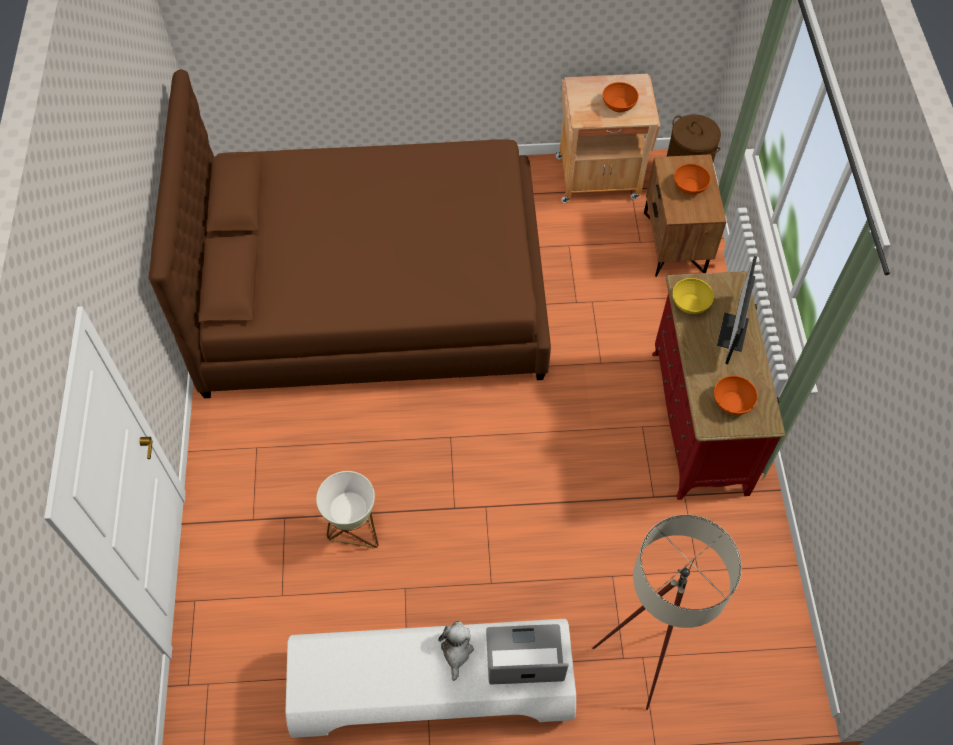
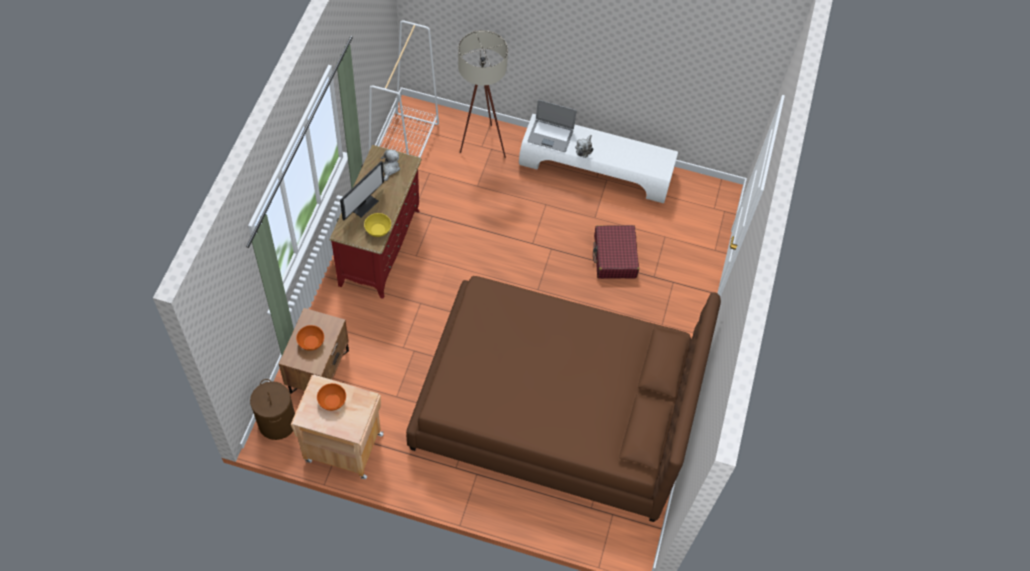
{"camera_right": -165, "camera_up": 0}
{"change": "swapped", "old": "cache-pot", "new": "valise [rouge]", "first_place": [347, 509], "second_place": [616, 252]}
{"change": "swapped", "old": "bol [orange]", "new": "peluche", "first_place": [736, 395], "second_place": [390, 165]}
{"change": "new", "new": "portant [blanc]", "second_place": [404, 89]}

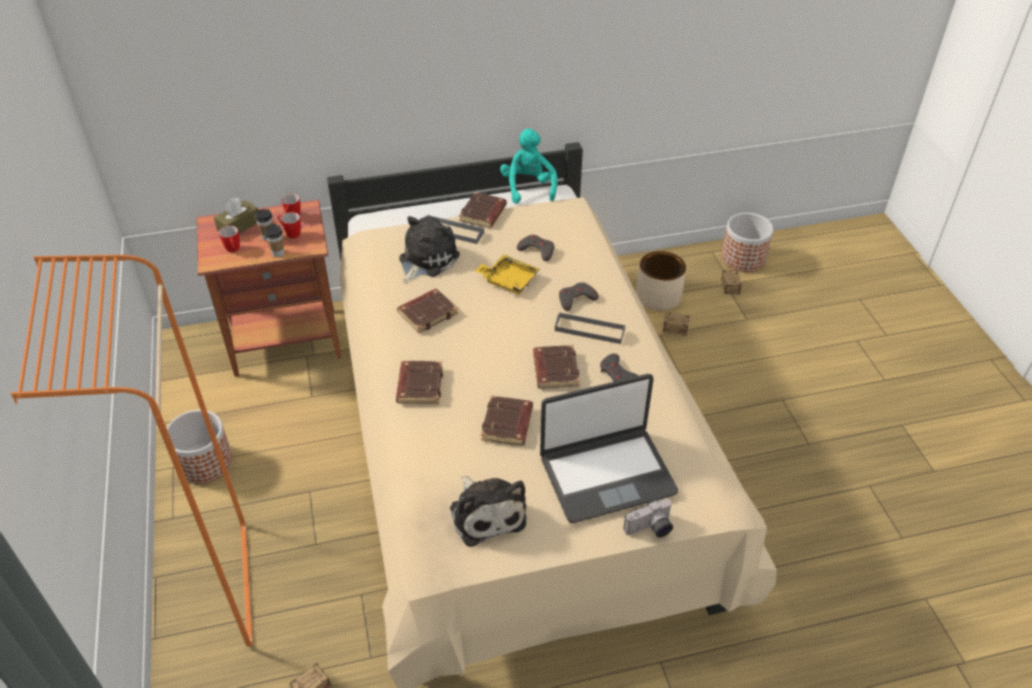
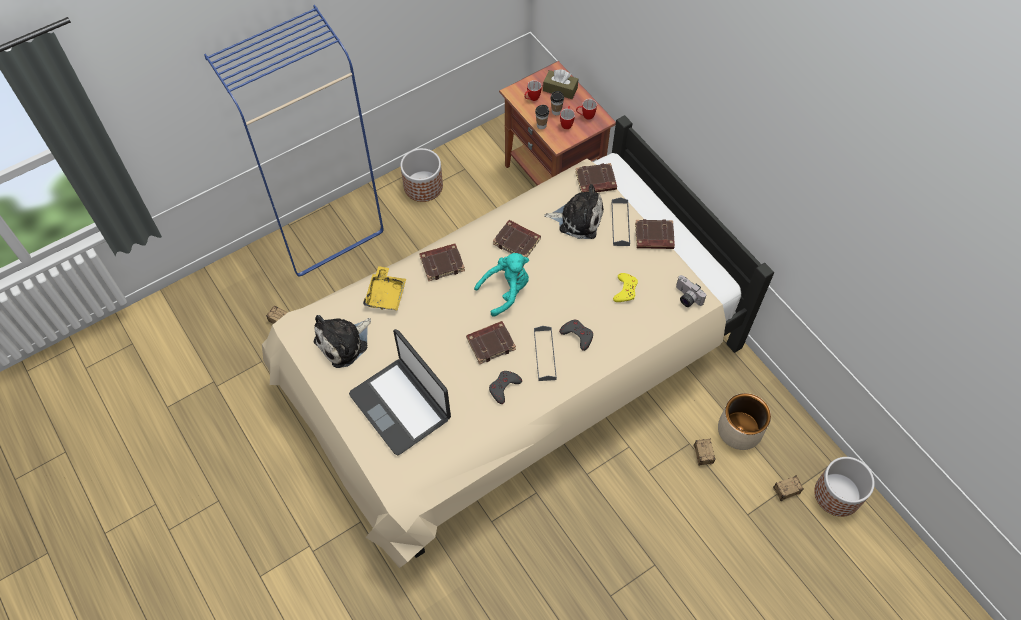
{"camera_right": 70, "camera_up": 15}
{"change": "repainted", "old": "portant [orange]", "new": "portant [bleu]", "first_place": [132, 451], "second_place": [294, 141]}
{"change": "shifted", "old": "plateau [jaune]", "first_place": [507, 274], "second_place": [384, 288]}
{"change": "shifted", "old": "livre [marron]", "first_place": [507, 420], "second_place": [596, 178]}
{"change": "shifted", "old": "peluche [turquoise]", "first_place": [529, 166], "second_place": [501, 285]}
{"change": "repainted", "old": "manette [gris]", "new": "manette [jaune]", "first_place": [535, 248], "second_place": [625, 287]}
{"change": "shifted", "old": "appareil photo", "first_place": [648, 518], "second_place": [691, 291]}

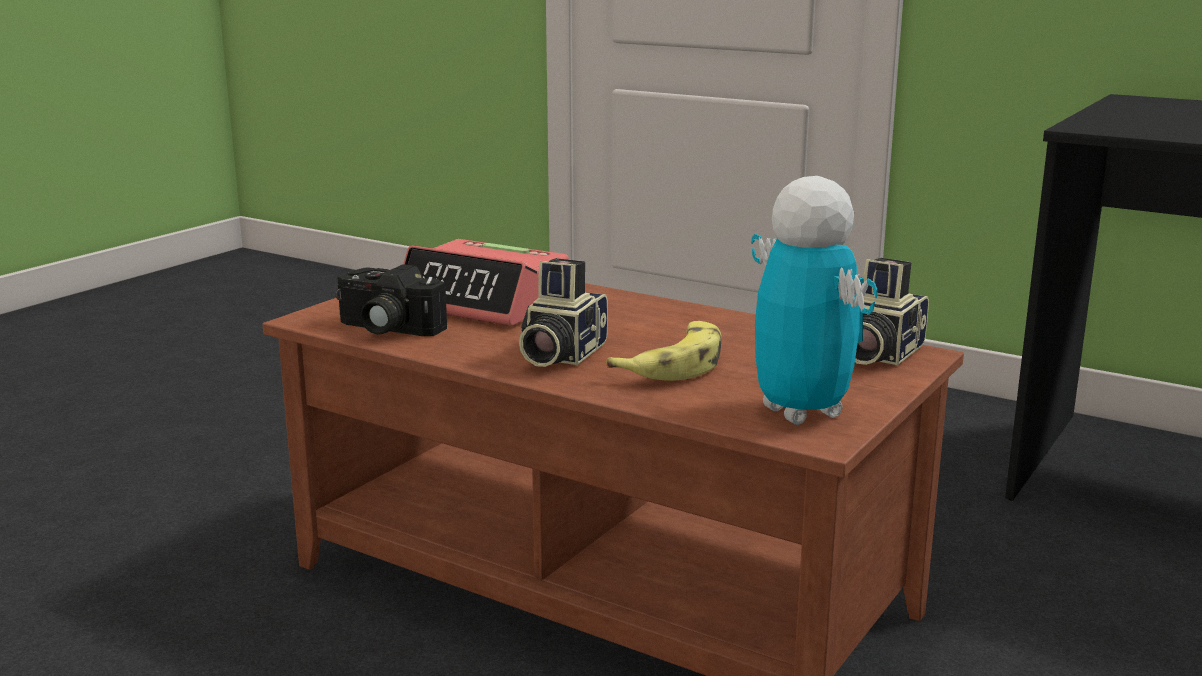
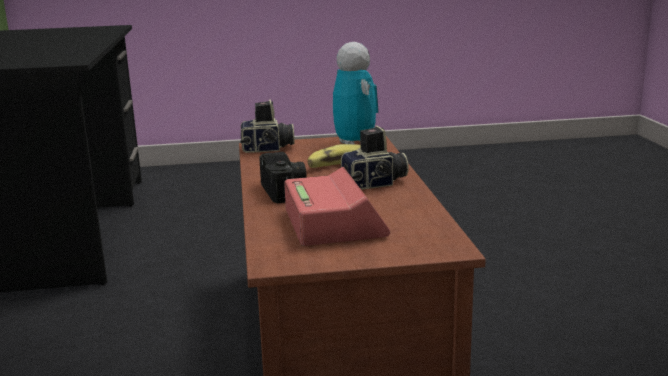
{"camera_right": -130, "camera_up": 0}
{"change": "shifted", "old": "appareil photo", "first_place": [391, 300], "second_place": [283, 177]}
{"change": "rotated", "old": "robot jouet", "first_place": [814, 300], "second_place": [356, 93], "degrees": 135}

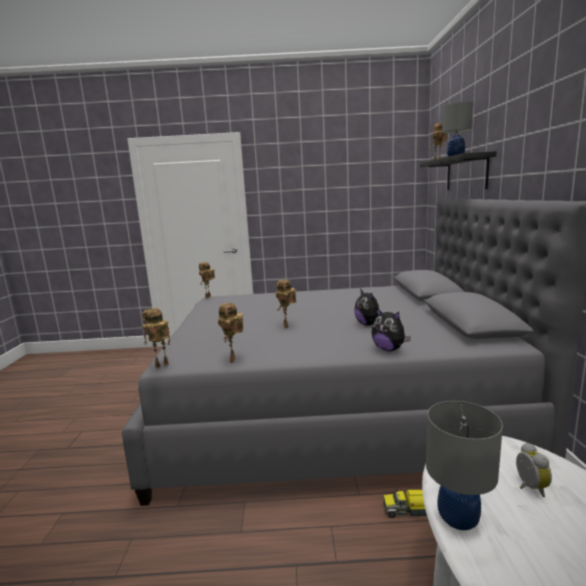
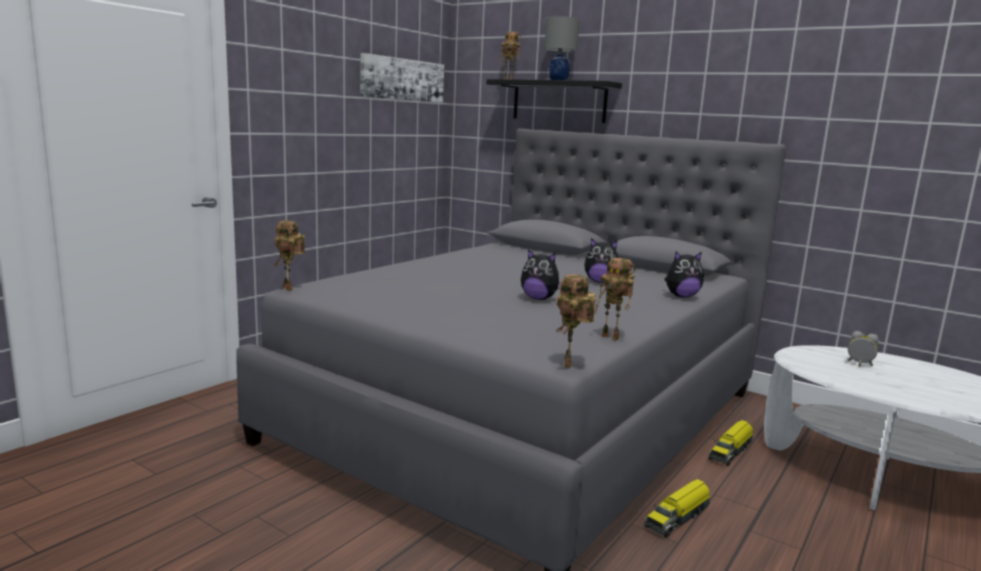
{"camera_right": -55, "camera_up": 0}
{"change": "swapped", "old": "robot jouet", "new": "peluche", "first_place": [286, 304], "second_place": [541, 274]}
{"change": "gone", "old": "lampe de table [gris]", "first_place": [464, 465]}
{"change": "new", "new": "tableau", "second_place": [402, 78]}
{"change": "new", "new": "camion jouet", "second_place": [677, 508]}

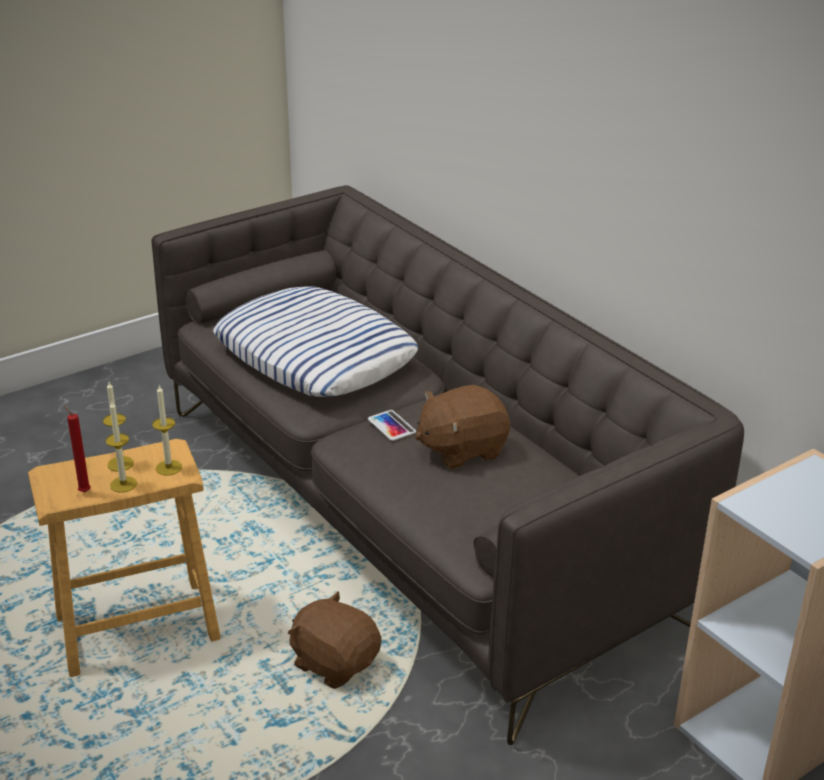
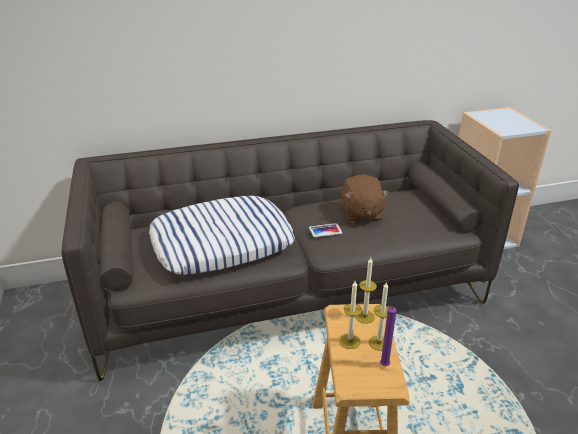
{"camera_right": -70, "camera_up": 0}
{"change": "repainted", "old": "bougie [rouge]", "new": "bougie [violet]", "first_place": [77, 448], "second_place": [388, 336]}
{"change": "gone", "old": "peluche [marron]", "first_place": [334, 640]}

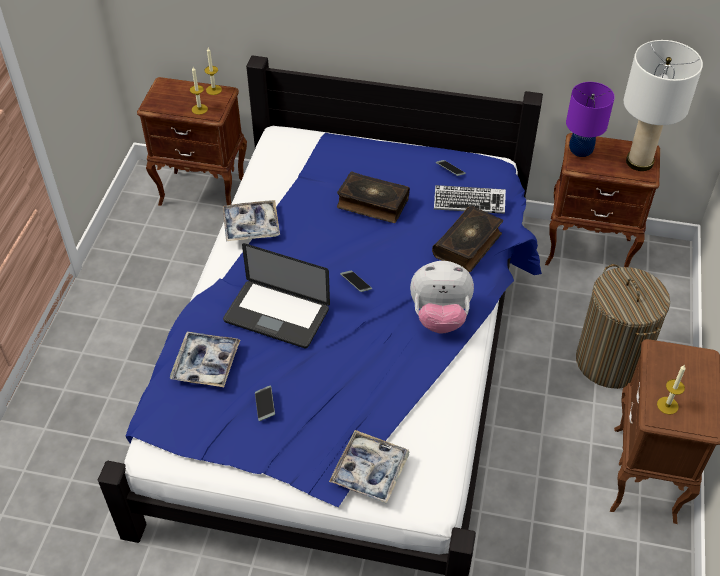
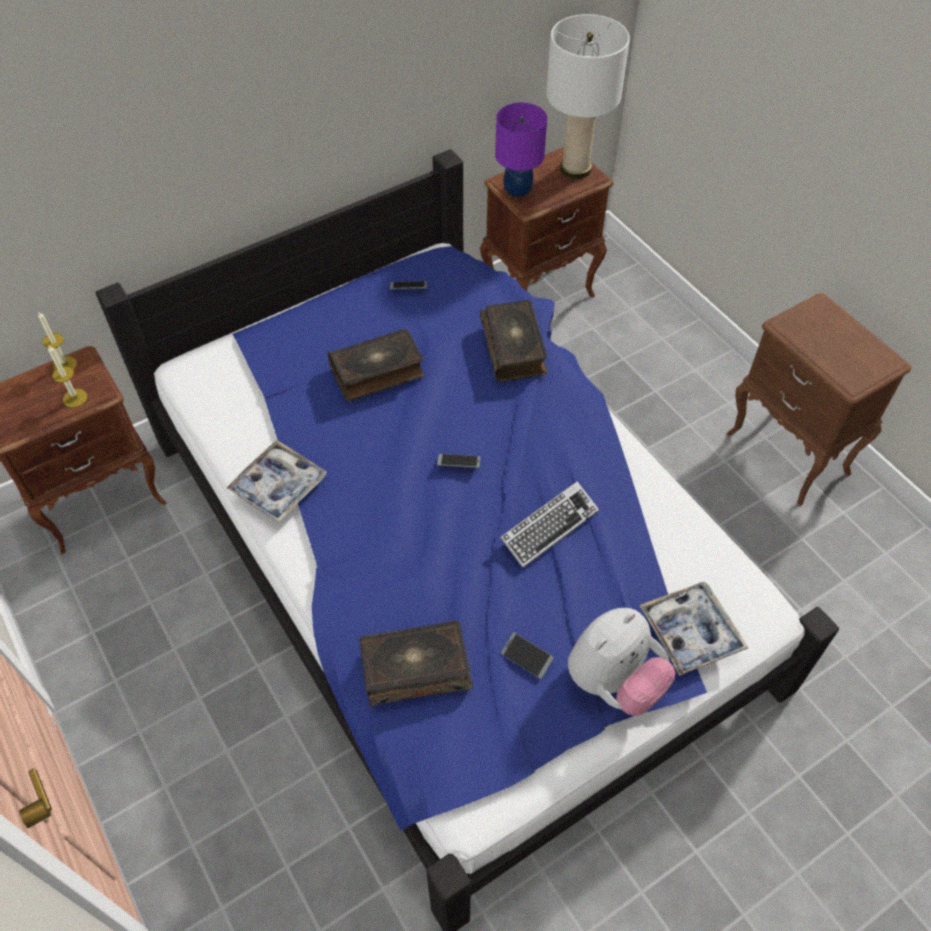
{"camera_right": -45, "camera_up": 5}
{"change": "swapped", "old": "plateau", "new": "livre", "first_place": [205, 359], "second_place": [415, 663]}
{"change": "gone", "old": "ordinateur portable", "first_place": [276, 295]}
{"change": "shifted", "old": "peluche", "first_place": [442, 297], "second_place": [621, 662]}
{"change": "shifted", "old": "clavier", "first_place": [470, 199], "second_place": [549, 524]}
{"change": "gone", "old": "panier à linge", "first_place": [623, 326]}
{"change": "gone", "old": "bougie", "first_place": [671, 389]}

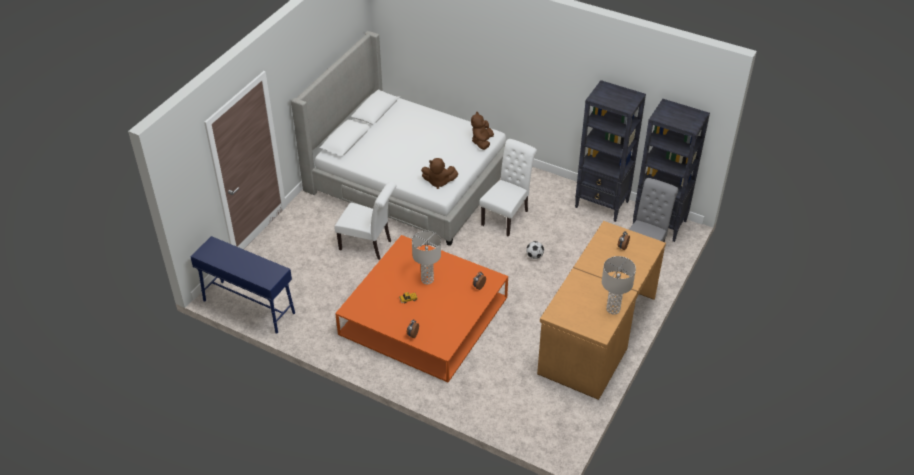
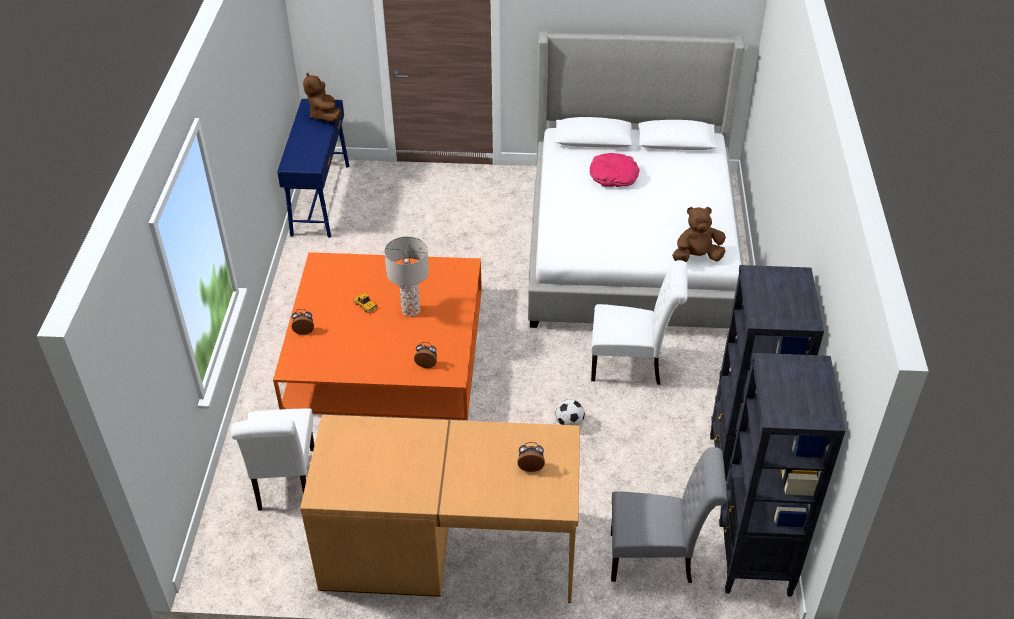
{"camera_right": 65, "camera_up": 0}
{"change": "shifted", "old": "chaise [blanc]", "first_place": [365, 221], "second_place": [273, 460]}
{"change": "shifted", "old": "peluche [marron]", "first_place": [440, 173], "second_place": [322, 97]}
{"change": "gone", "old": "lampe de table [blanc]", "first_place": [619, 285]}
{"change": "new", "new": "coussin [rose]", "second_place": [615, 170]}

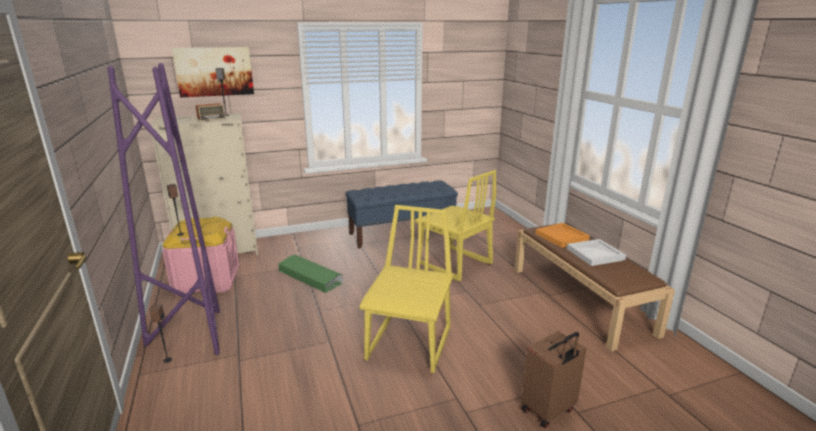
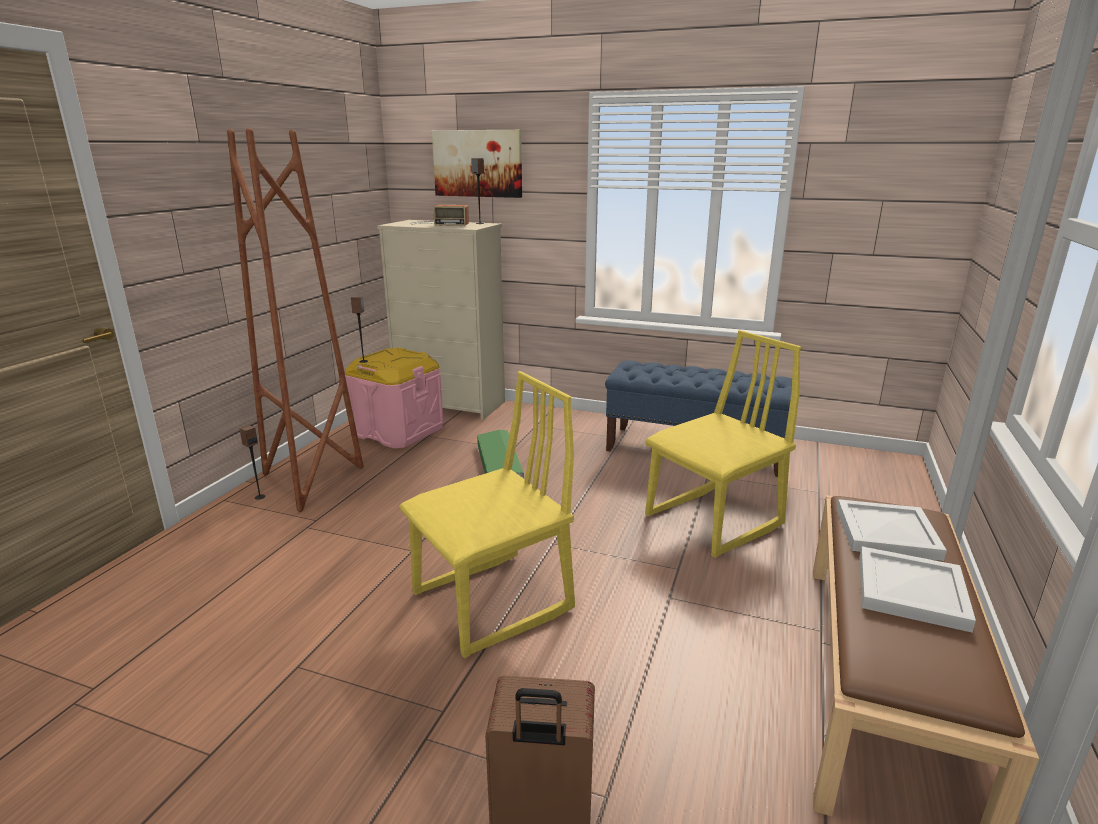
{"camera_right": 40, "camera_up": 0}
{"change": "repainted", "old": "portant [violet]", "new": "portant [marron]", "first_place": [164, 209], "second_place": [295, 320]}
{"change": "rotated", "old": "chaise [jaune]", "first_place": [455, 225], "second_place": [723, 444], "degrees": -120}
{"change": "repainted", "old": "plateau [orange]", "new": "plateau [blanc]", "first_place": [562, 235], "second_place": [892, 530]}

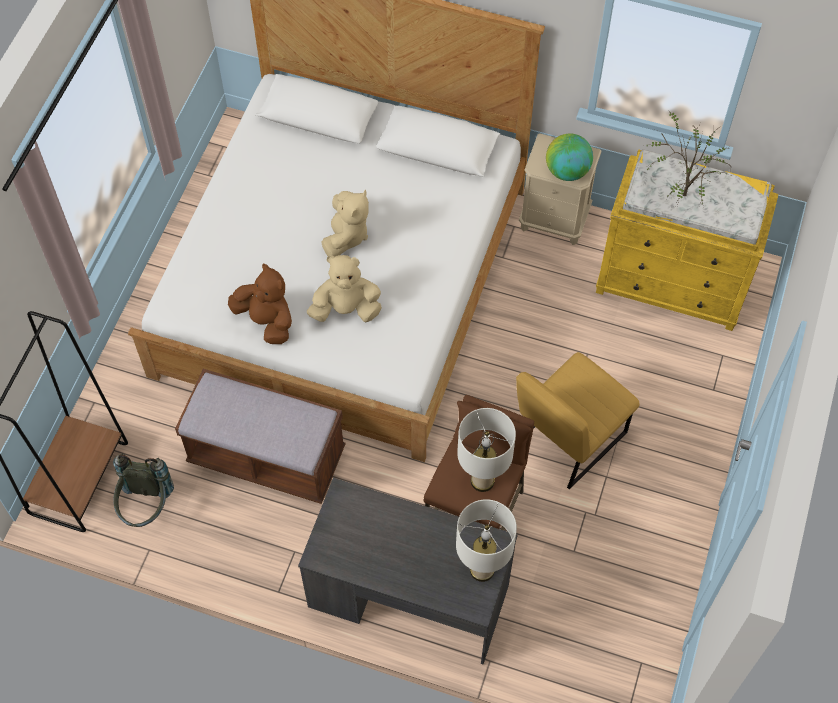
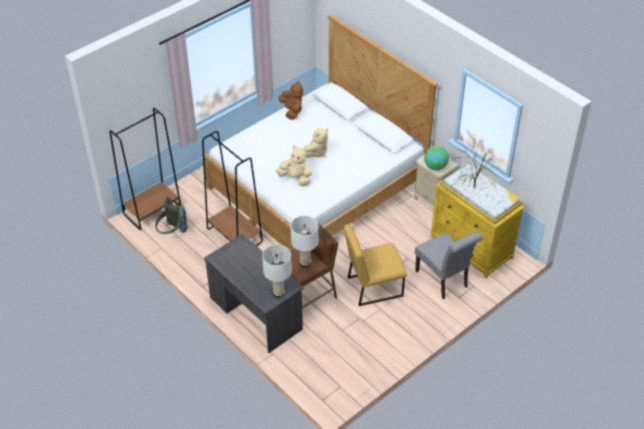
{"camera_right": 30, "camera_up": -15}
{"change": "swapped", "old": "banc [marron]", "new": "portant", "first_place": [260, 436], "second_place": [232, 188]}
{"change": "shifted", "old": "peluche [marron]", "first_place": [260, 303], "second_place": [291, 100]}
{"change": "new", "new": "chaise [gris]", "second_place": [449, 265]}

